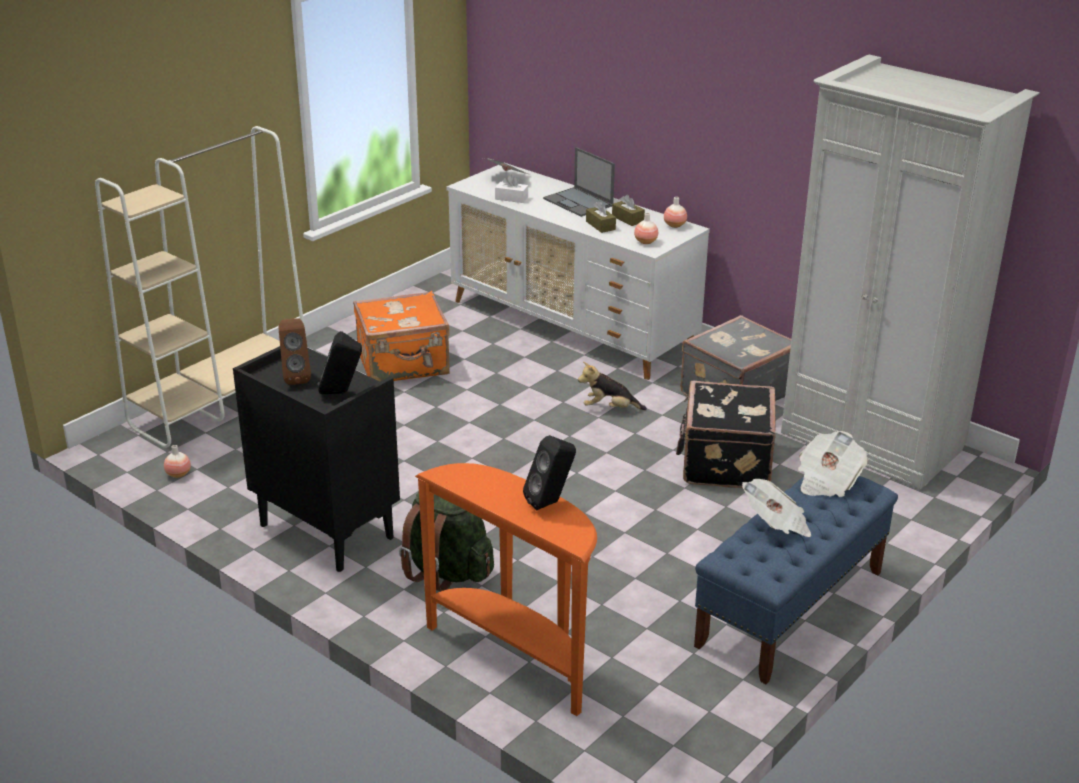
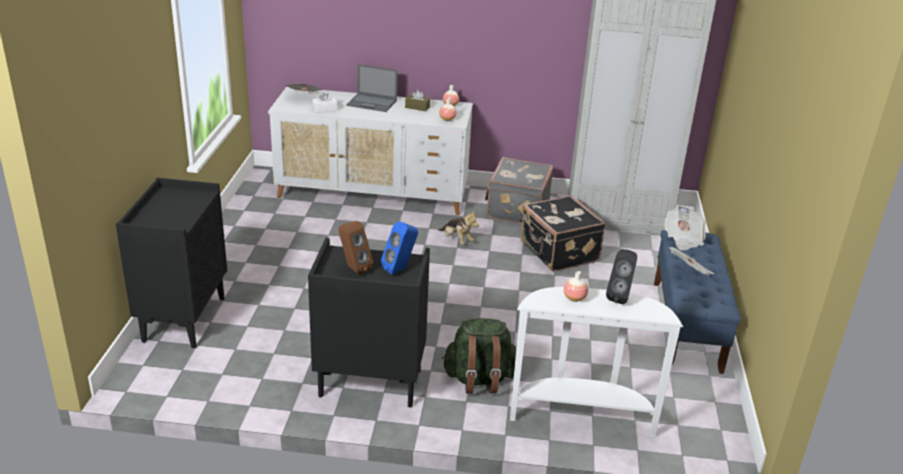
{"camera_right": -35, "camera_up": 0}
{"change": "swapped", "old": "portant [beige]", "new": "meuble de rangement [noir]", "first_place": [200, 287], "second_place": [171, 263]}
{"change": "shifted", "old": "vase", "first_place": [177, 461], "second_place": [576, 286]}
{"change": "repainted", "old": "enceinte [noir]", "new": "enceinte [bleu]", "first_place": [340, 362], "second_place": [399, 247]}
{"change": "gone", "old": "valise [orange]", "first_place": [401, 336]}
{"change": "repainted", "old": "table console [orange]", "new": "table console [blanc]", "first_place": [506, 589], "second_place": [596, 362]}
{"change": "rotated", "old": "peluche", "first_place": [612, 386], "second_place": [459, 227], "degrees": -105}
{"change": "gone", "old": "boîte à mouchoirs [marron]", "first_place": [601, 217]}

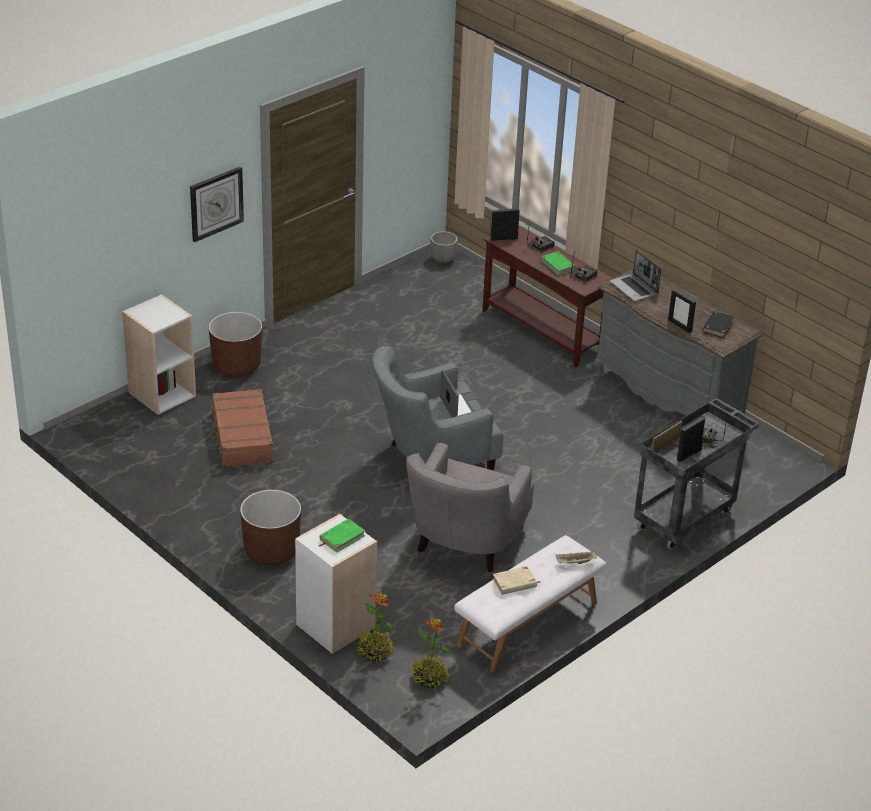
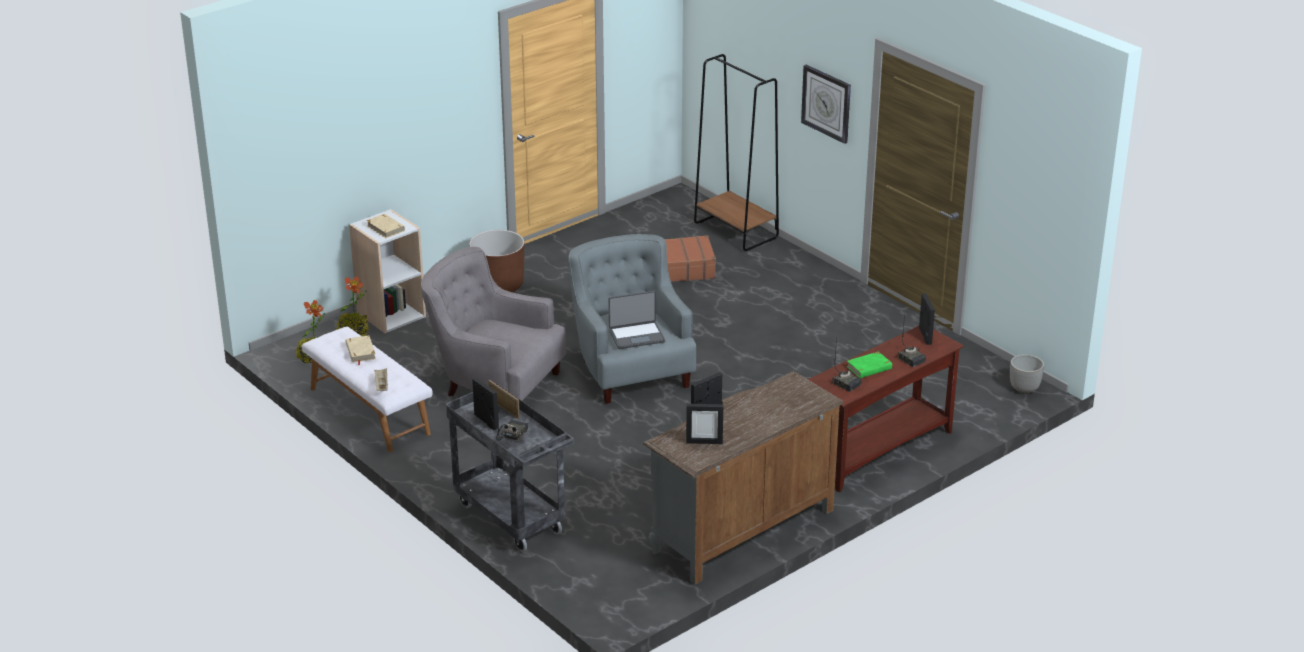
{"camera_right": 95, "camera_up": -5}
{"change": "swapped", "old": "bibliothèque", "new": "portant", "first_place": [159, 354], "second_place": [736, 152]}
{"change": "gone", "old": "cache-pot [marron]", "first_place": [235, 344]}
{"change": "repainted", "old": "livre [vert]", "new": "livre [beige]", "first_place": [342, 535], "second_place": [385, 226]}
{"change": "gone", "old": "ordinateur portable", "first_place": [636, 275]}
{"change": "swapped", "old": "livre [noir]", "new": "cadre photo", "first_place": [718, 324], "second_place": [704, 424]}

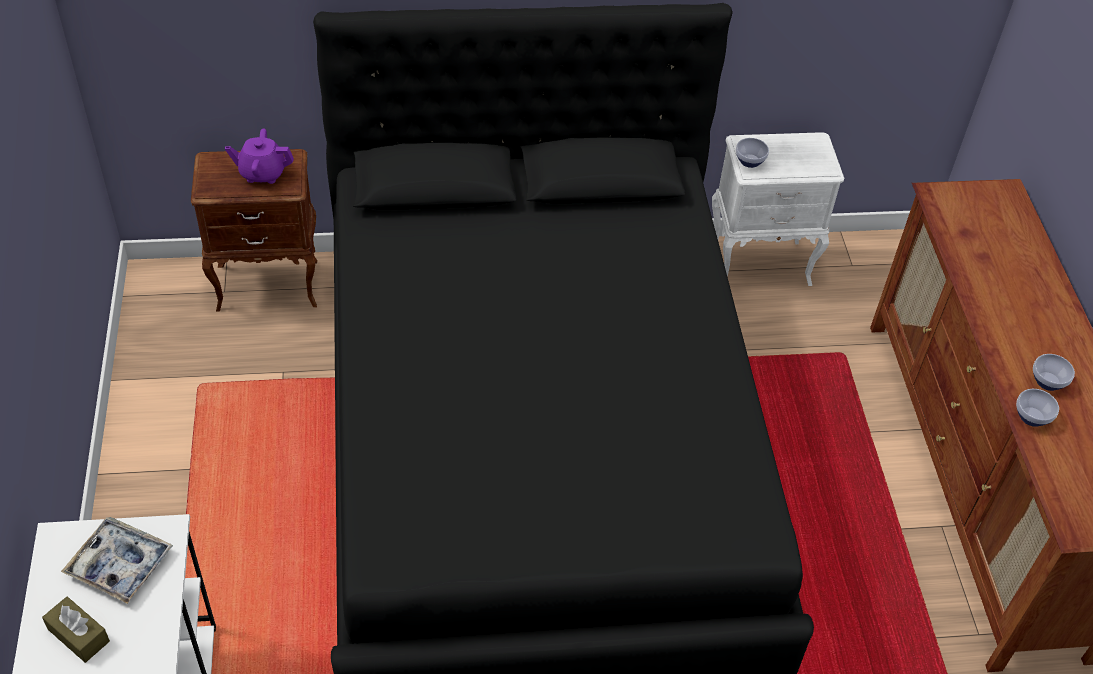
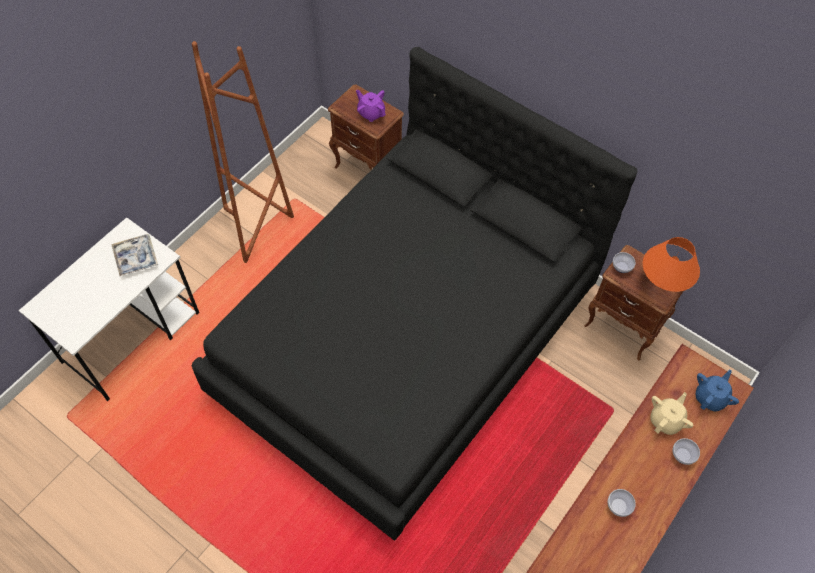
{"camera_right": 45, "camera_up": 10}
{"change": "gone", "old": "boîte à mouchoirs [marron]", "first_place": [76, 629]}
{"change": "repainted", "old": "table de chevet [blanc]", "new": "table de chevet [marron]", "first_place": [778, 209], "second_place": [634, 303]}
{"change": "shifted", "old": "bol", "first_place": [1037, 408], "second_place": [686, 451]}
{"change": "new", "new": "portant [marron]", "second_place": [243, 152]}
{"change": "new", "new": "lampe de table [orange]", "second_place": [671, 264]}
{"change": "new", "new": "théière [beige]", "second_place": [672, 413]}
{"change": "new", "new": "théière [bleu]", "second_place": [717, 390]}

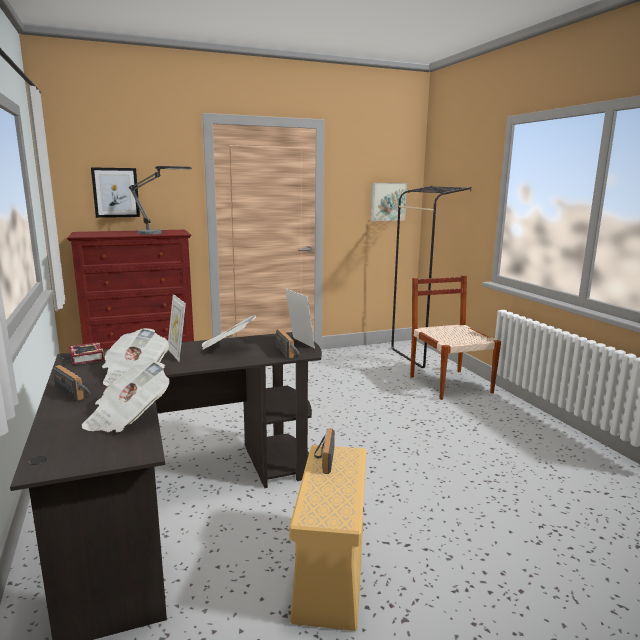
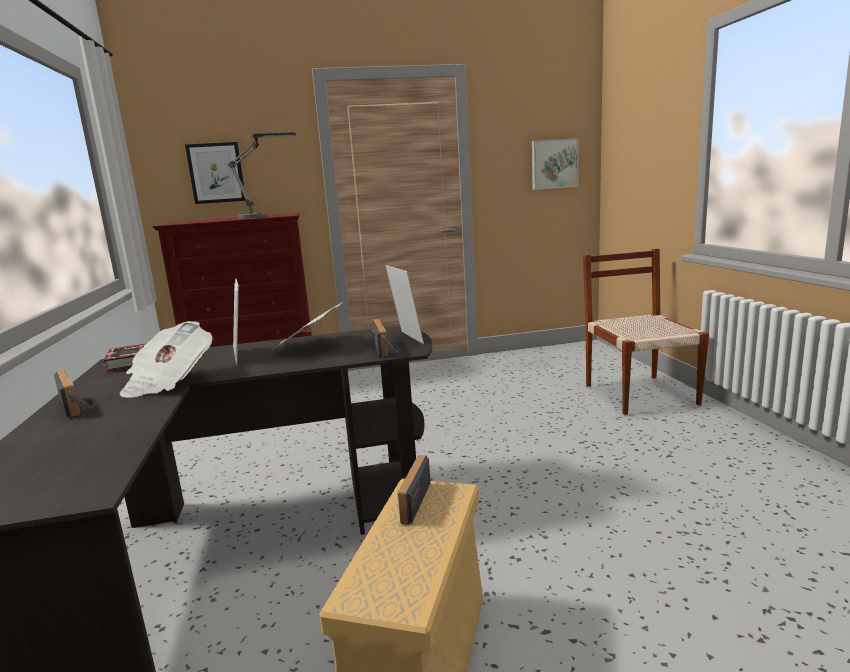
{"camera_right": 10, "camera_up": 0}
{"change": "gone", "old": "journal", "first_place": [125, 397]}
{"change": "gone", "old": "portant [noir]", "first_place": [431, 277]}

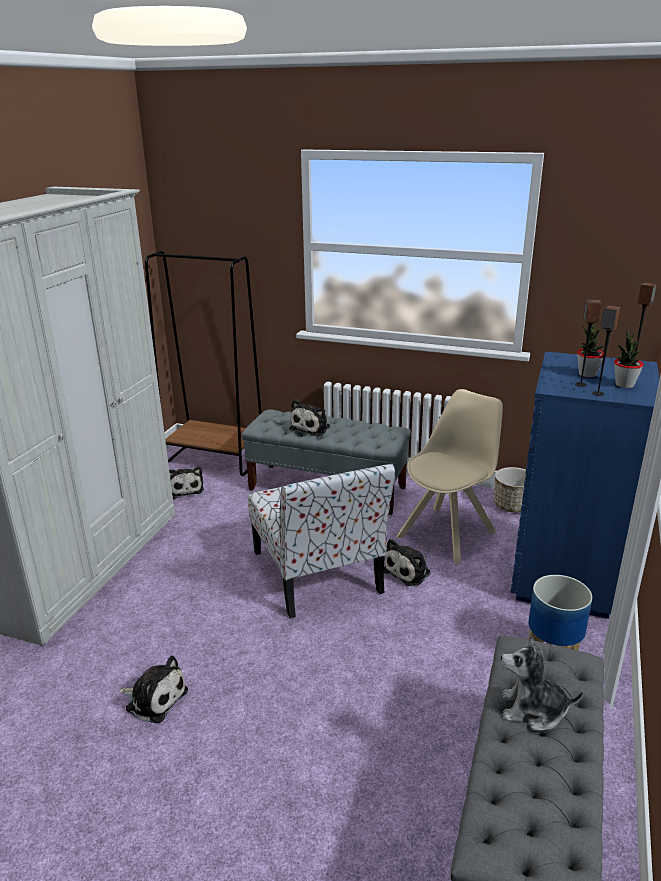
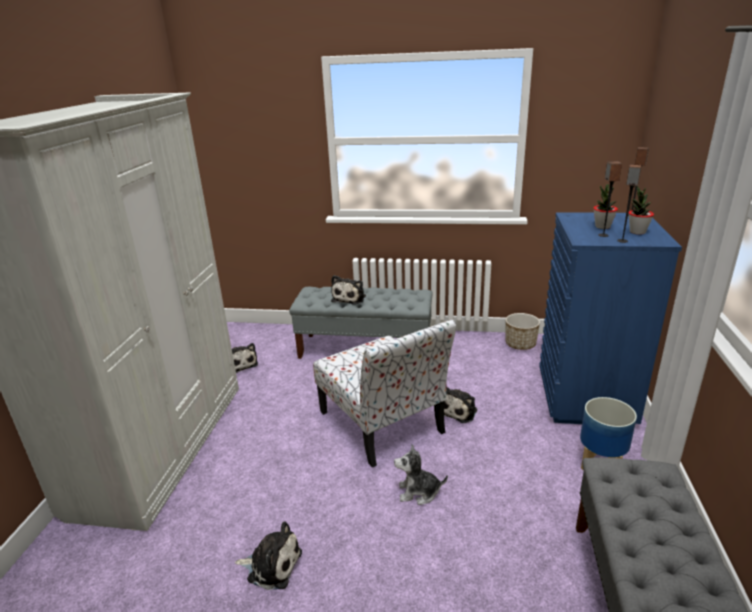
{"camera_right": -10, "camera_up": 0}
{"change": "gone", "old": "portant", "first_place": [203, 363]}
{"change": "gone", "old": "chaise [beige]", "first_place": [450, 476]}
{"change": "shifted", "old": "peluche", "first_place": [542, 683], "second_place": [421, 474]}

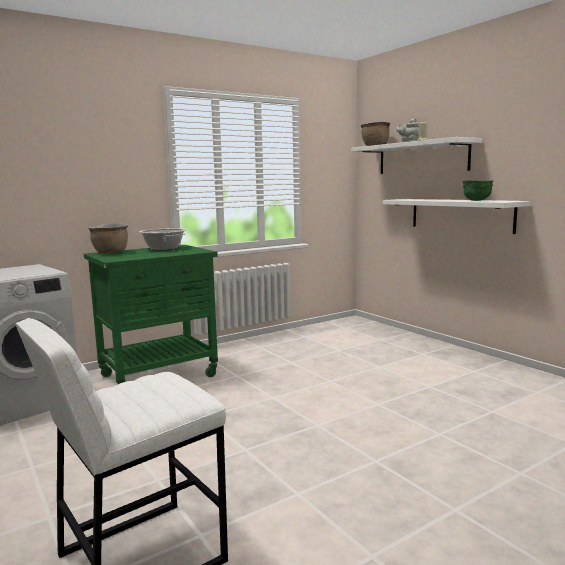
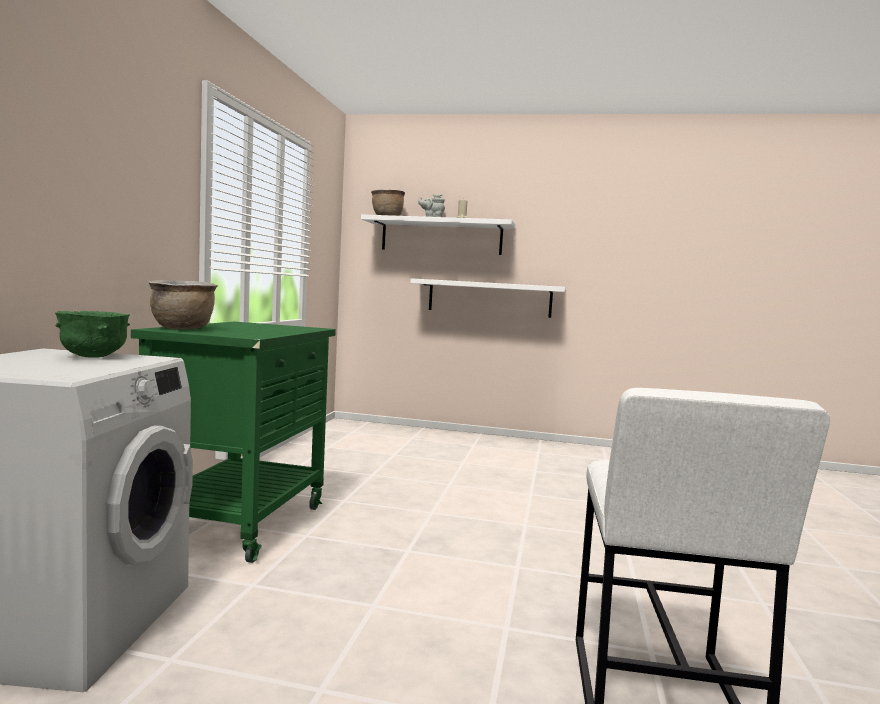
{"camera_right": -45, "camera_up": -5}
{"change": "gone", "old": "marmite", "first_place": [162, 239]}
{"change": "shifted", "old": "bol [vert]", "first_place": [478, 190], "second_place": [92, 334]}

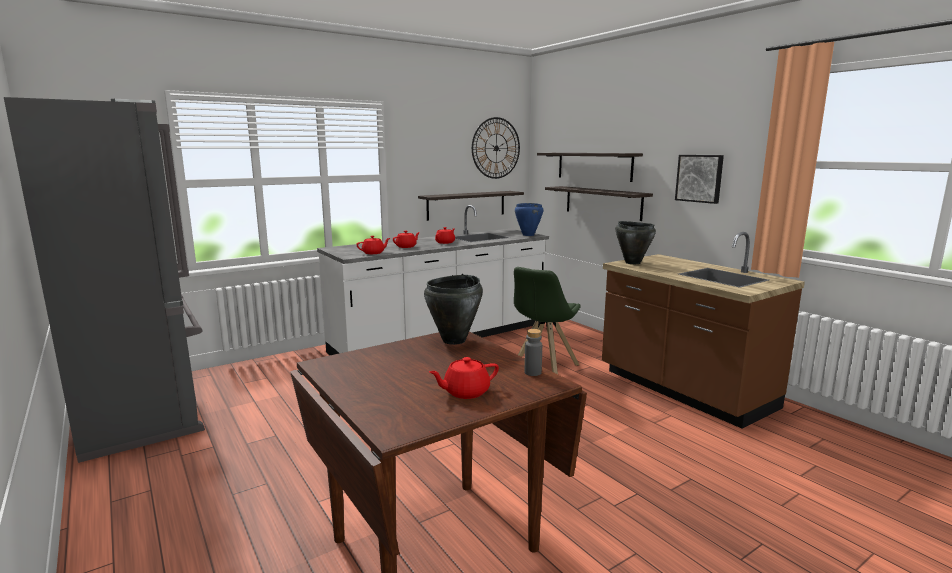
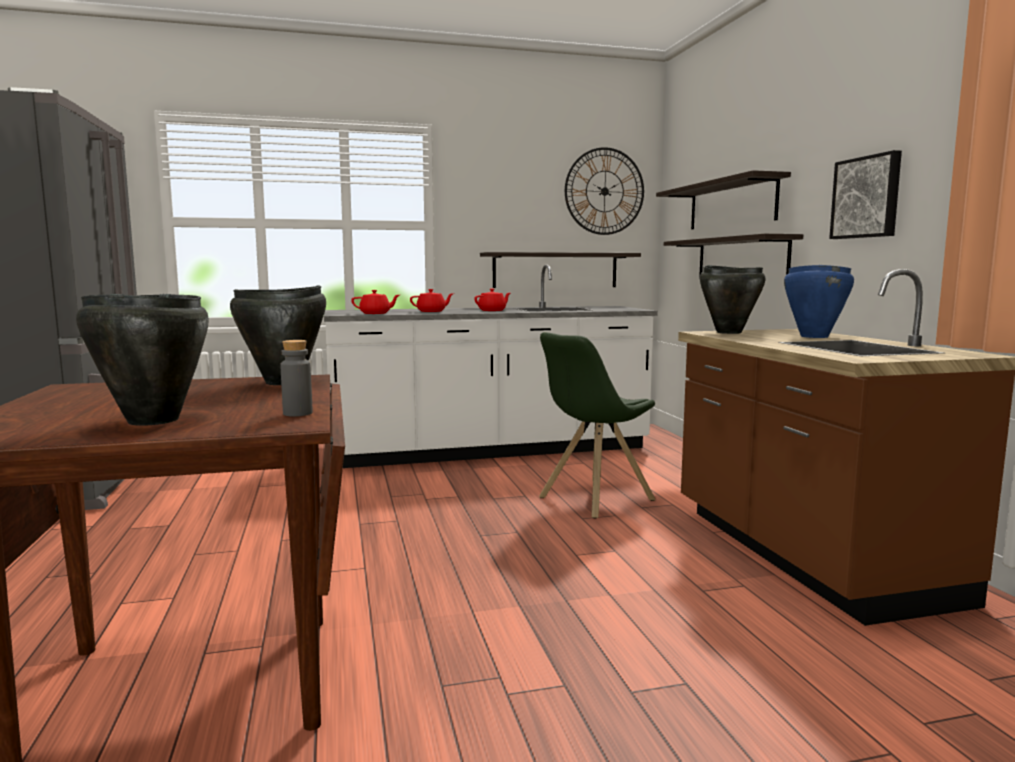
{"camera_right": 20, "camera_up": -5}
{"change": "swapped", "old": "théière [rouge]", "new": "marmite [noir]", "first_place": [464, 378], "second_place": [142, 360]}
{"change": "shifted", "old": "marmite [bleu]", "first_place": [529, 219], "second_place": [819, 301]}

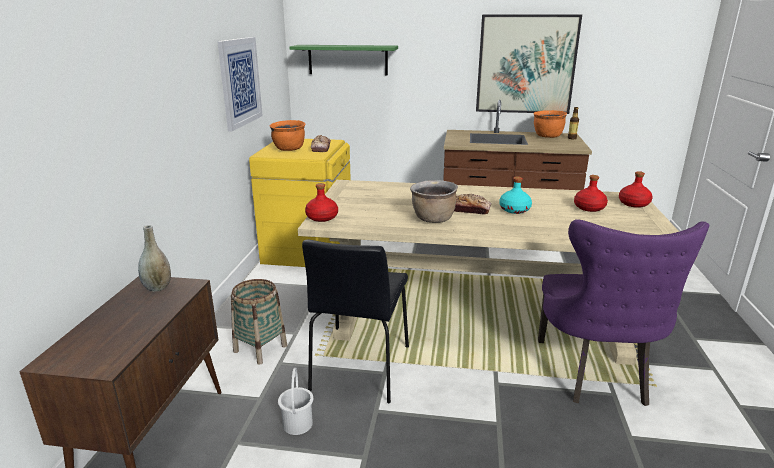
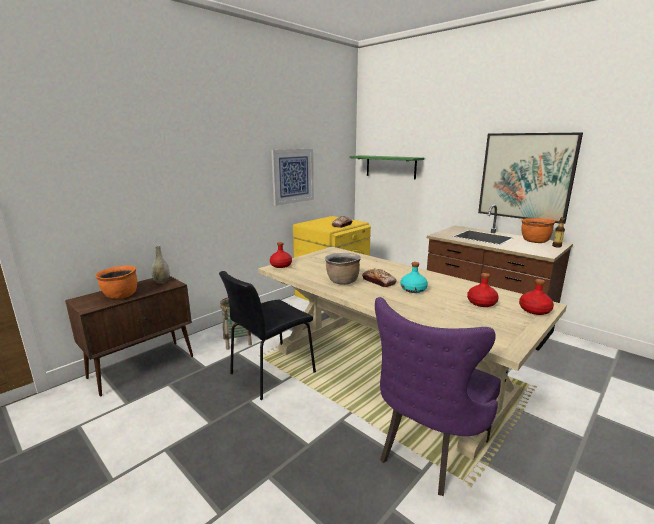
{"camera_right": 35, "camera_up": -5}
{"change": "shifted", "old": "marmite [orange]", "first_place": [287, 135], "second_place": [116, 282]}
{"change": "gone", "old": "seau [blanc]", "first_place": [296, 401]}

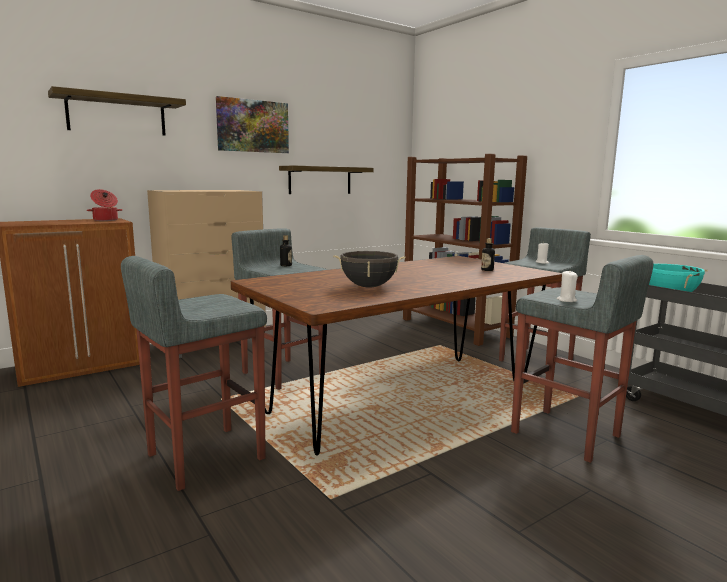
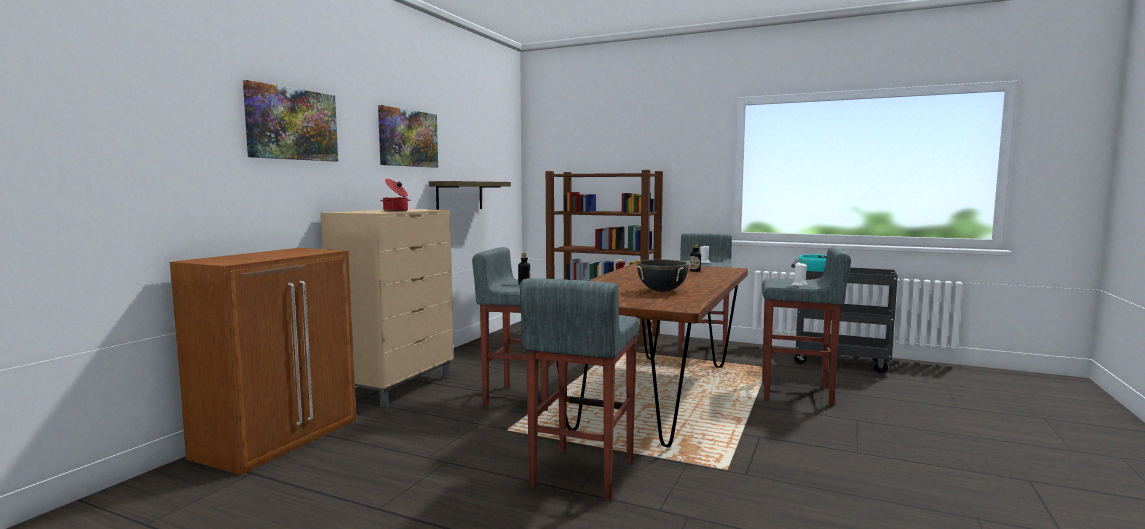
{"camera_right": -30, "camera_up": -5}
{"change": "swapped", "old": "étagère", "new": "tableau", "first_place": [117, 111], "second_place": [290, 121]}
{"change": "shifted", "old": "marmite", "first_place": [104, 205], "second_place": [395, 195]}

